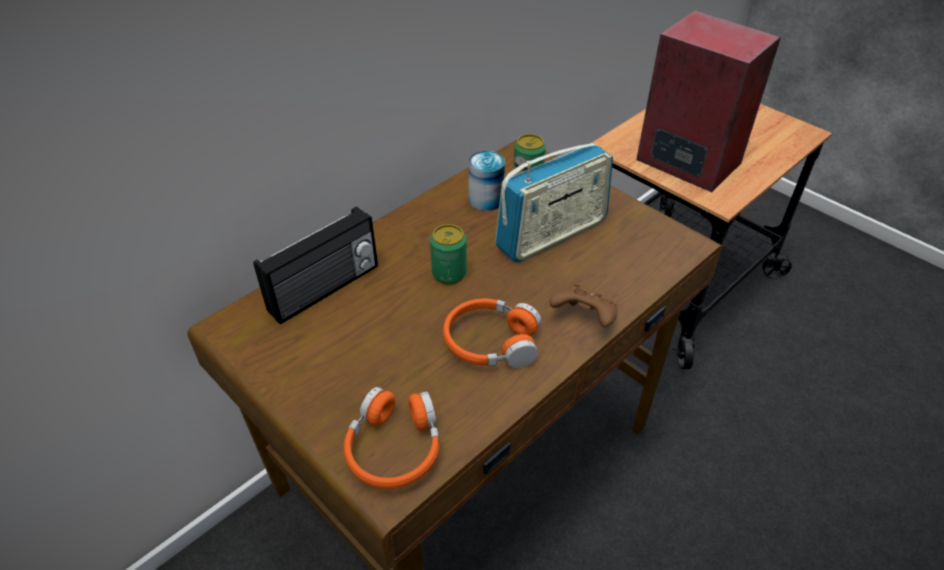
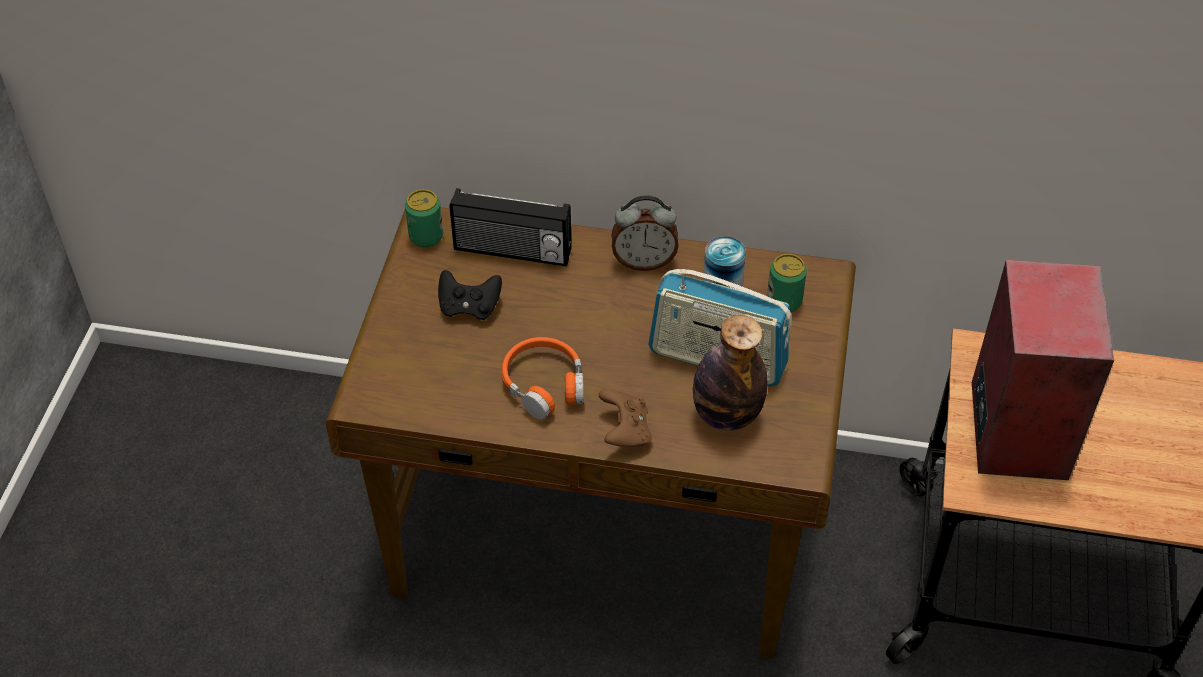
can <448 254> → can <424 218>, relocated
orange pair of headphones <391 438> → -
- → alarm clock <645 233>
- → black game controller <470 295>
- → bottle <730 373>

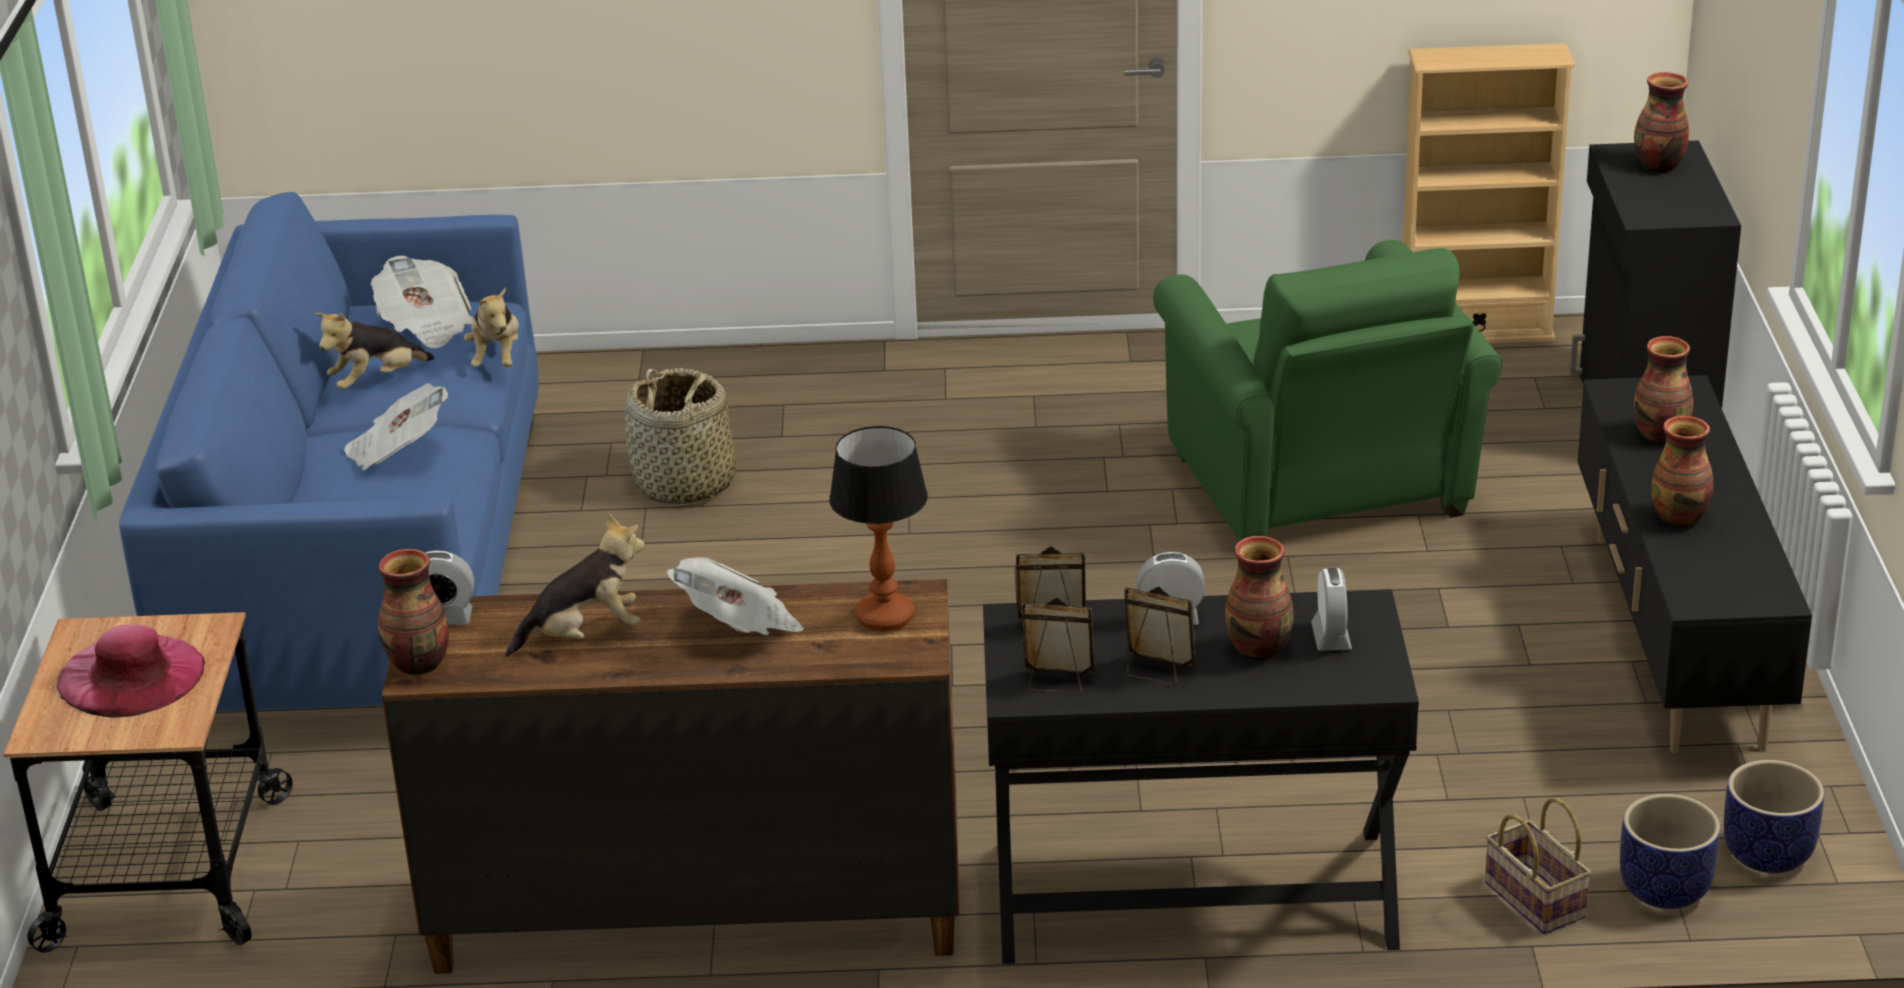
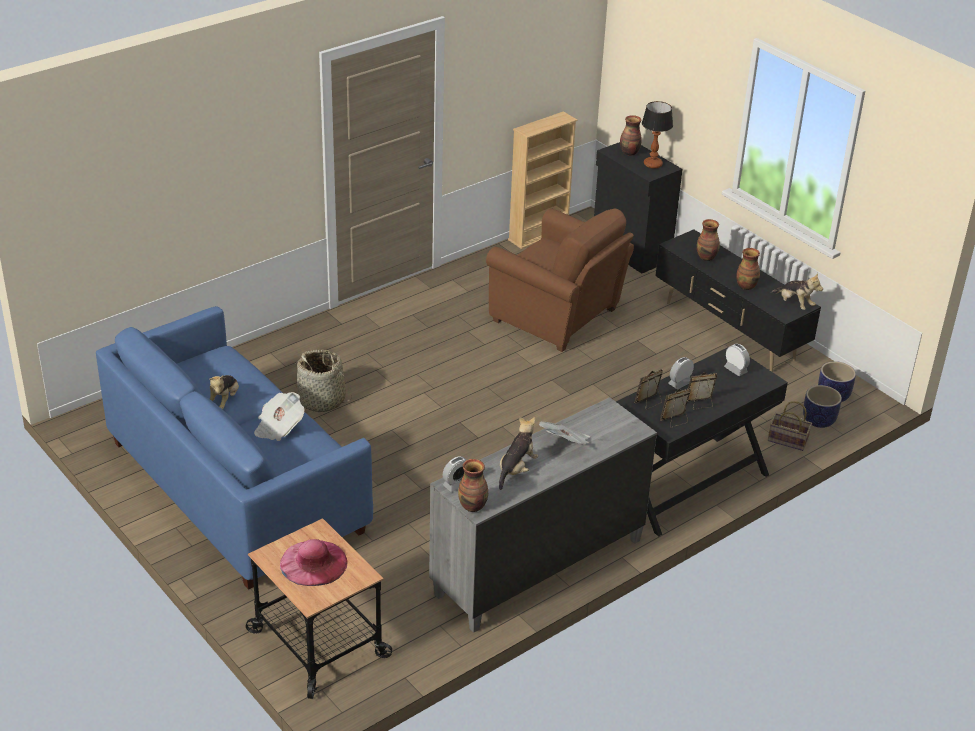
green armchair <1327 390> → brown-coloured armchair <560 280>
daily paper <422 301> → -
soft toy <491 327> → soft toy <796 291>, relocated
table lamp <878 528> → table lamp <657 134>, relocated
vase <1259 598> → -
brown-coloured drawer chest <670 776> → grey drawer chest <543 515>

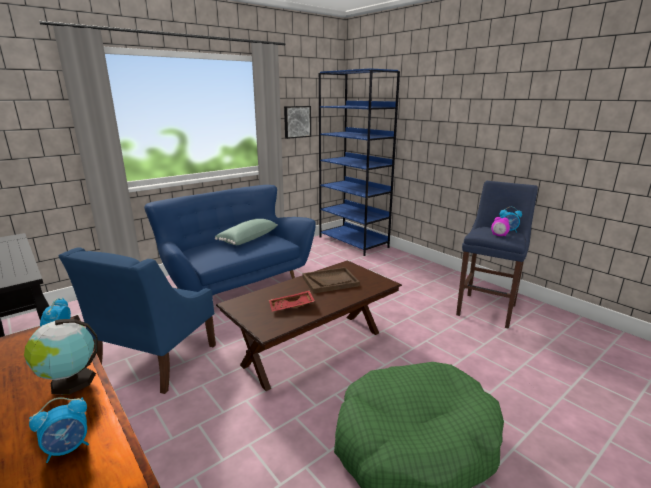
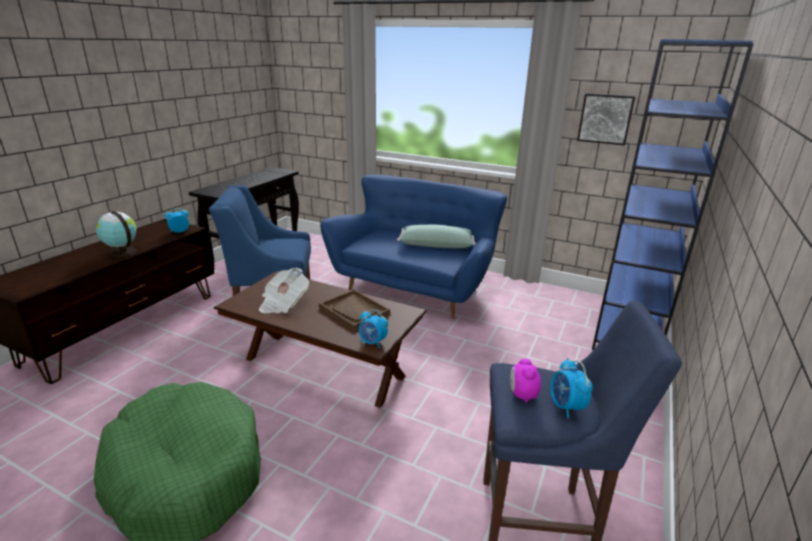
reddish tray <292 300> → daily paper <284 290>
alarm clock <59 430> → alarm clock <373 328>, relocated

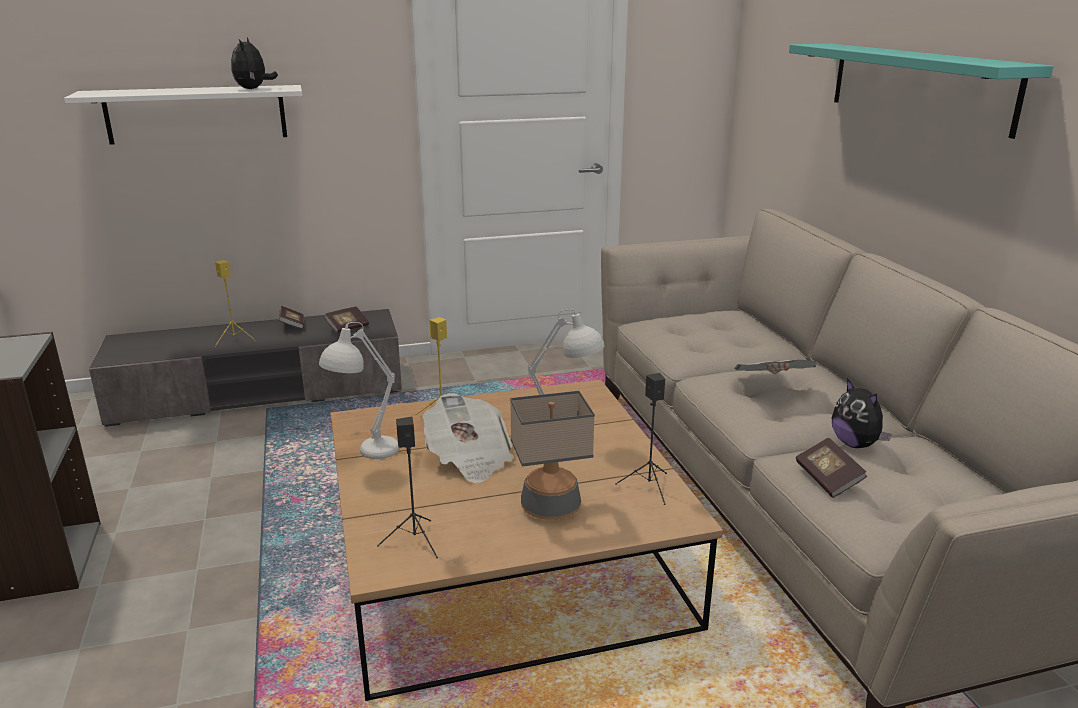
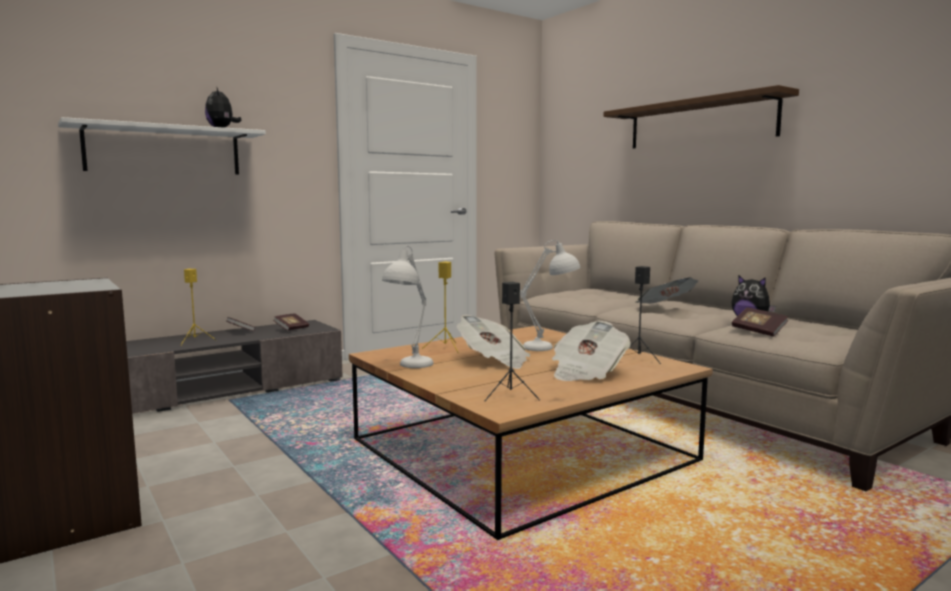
turquoise bracket shelf <921 91> → brown-coloured bracket shelf <701 117>
table lamp <552 455> → daily paper <591 351>

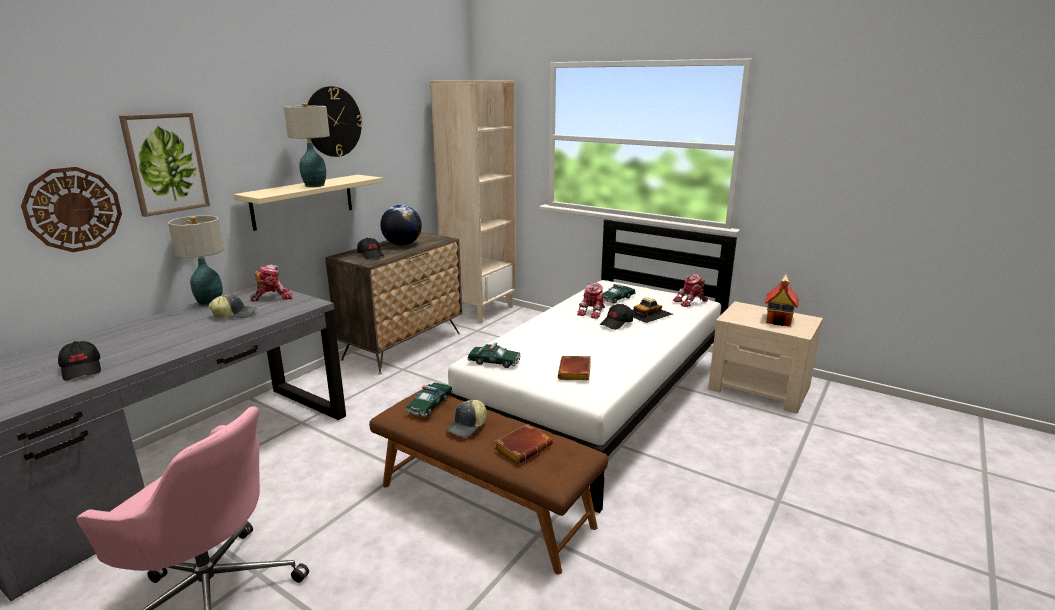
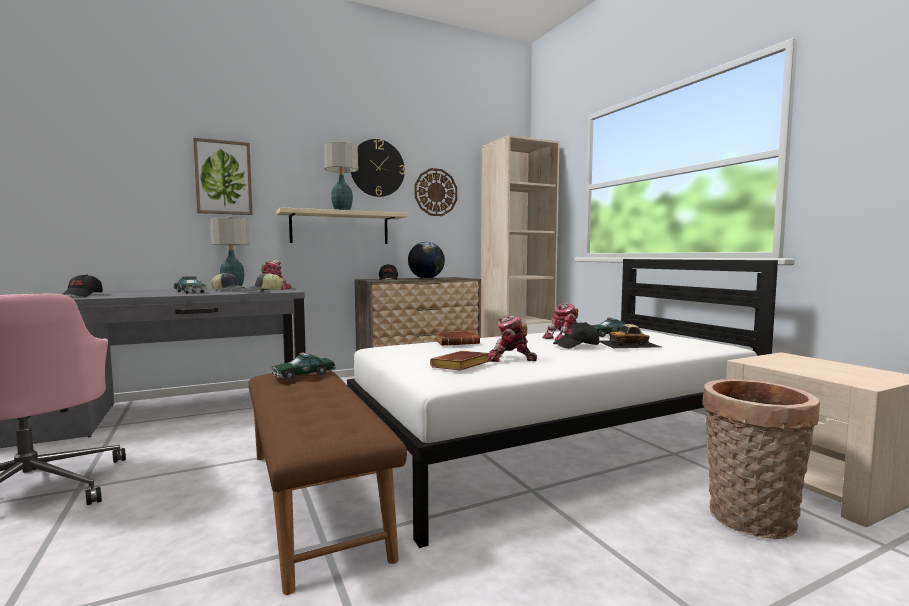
hanging clock <71 209> → hanging clock <436 192>, relocated
toy robot <690 290> → toy robot <512 338>, relocated
toy house <781 301> → -
miniature car <494 355> → miniature car <190 285>, relocated
baseball cap <466 418> → baseball cap <264 282>, relocated
brown-coloured bound book <523 444> → brown-coloured bound book <457 338>, relocated
- → household basket <761 459>

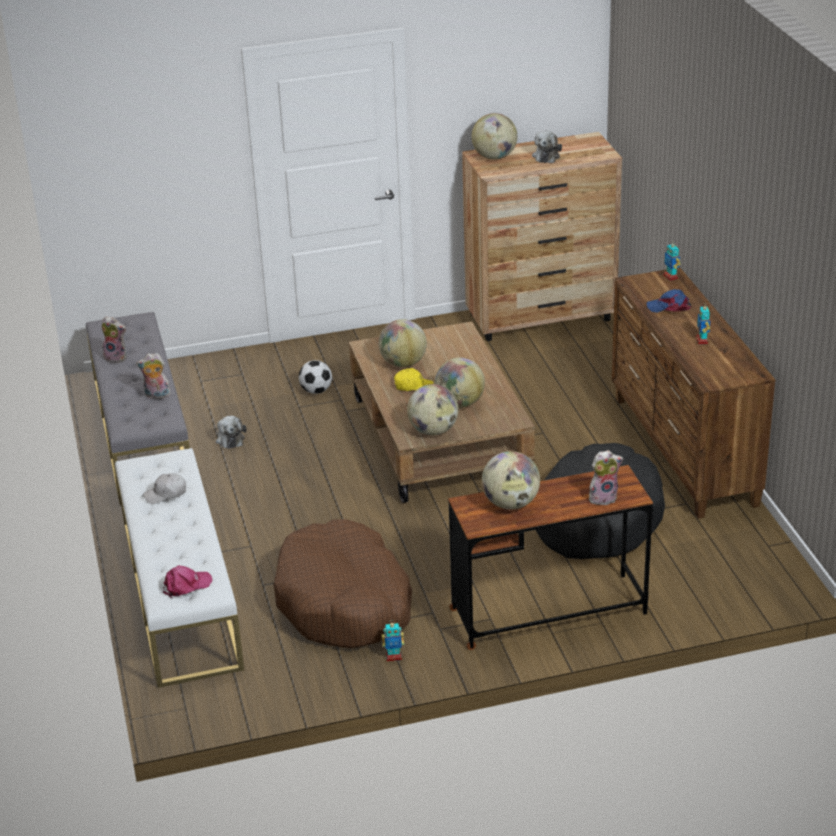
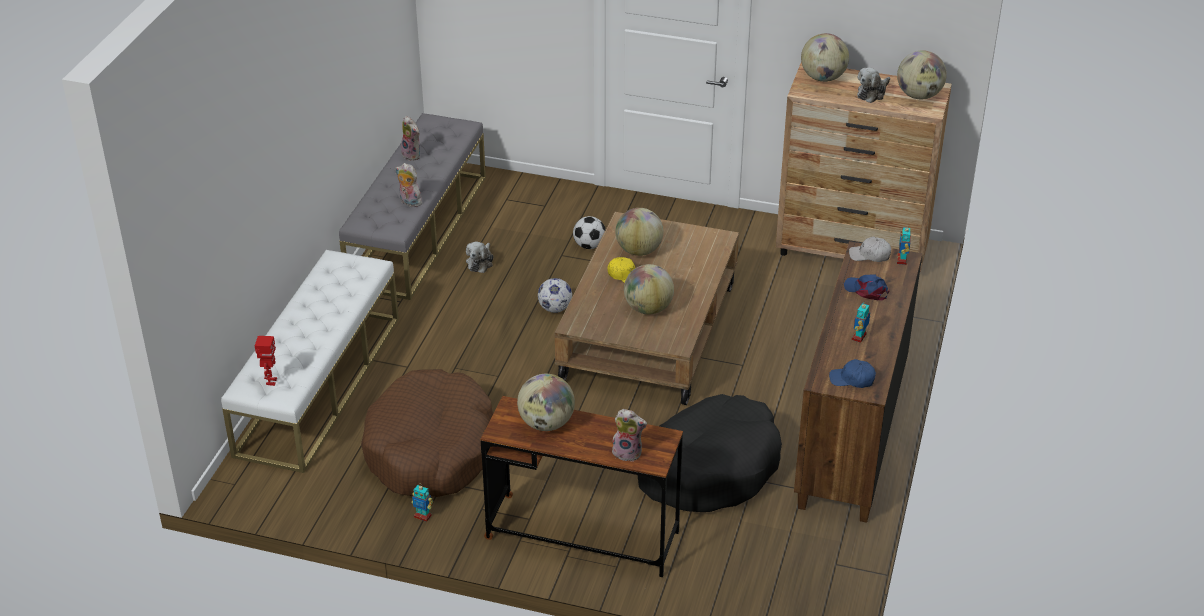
desk globe <432 409> → desk globe <922 74>, relocated
white-coloured baseball cap <164 488> → white-coloured baseball cap <870 249>, relocated
pink-coloured baseball cap <188 581> → toy robot <266 361>
- → ball for football <555 295>
- → bluish baseball cap <852 373>

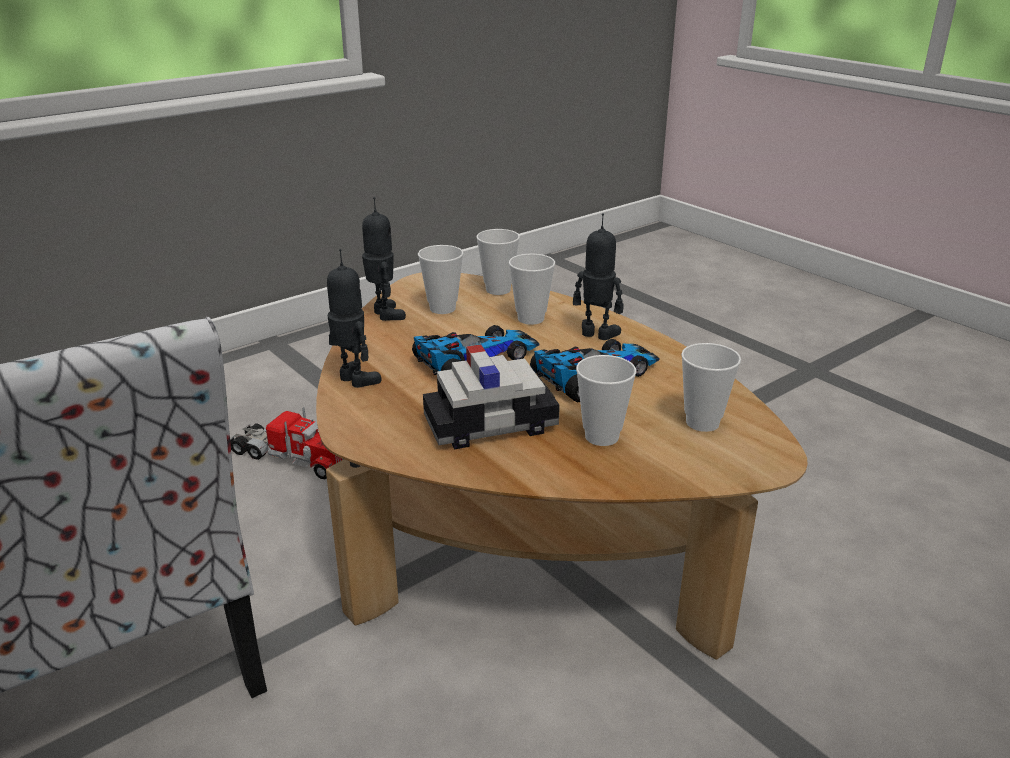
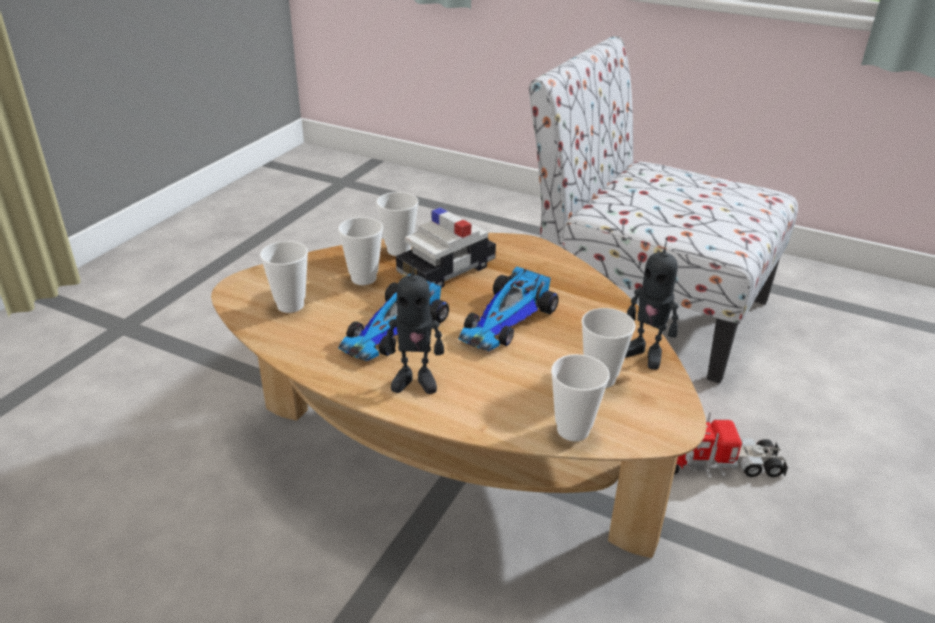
toy robot <354 318> → -
cup <532 289> → cup <397 224>, relocated

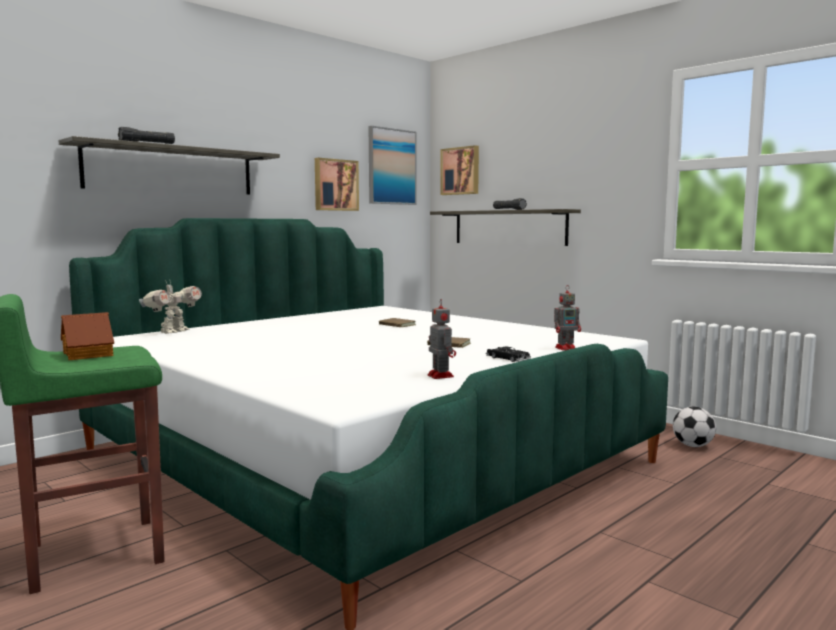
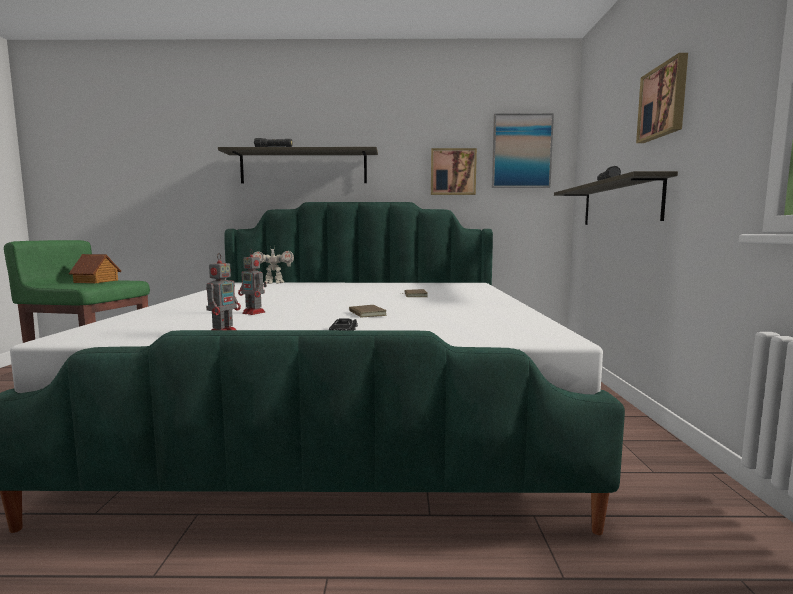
picture <459 170> → picture <662 98>, relocated
toy robot <567 318> → toy robot <252 282>, relocated
ball for football <694 426> → -

